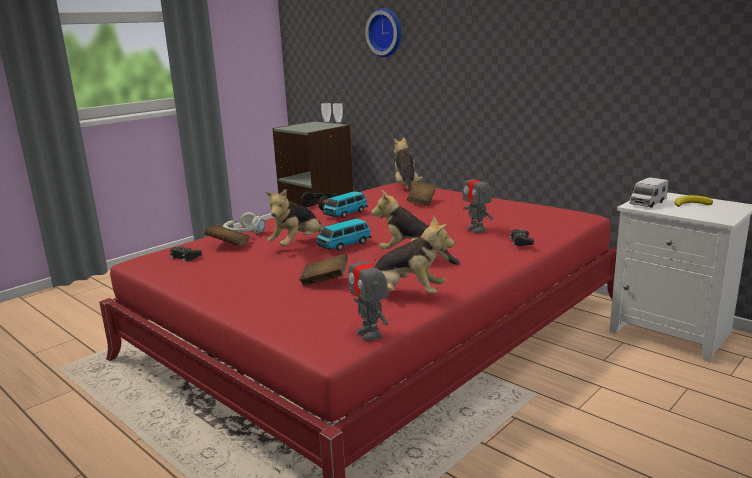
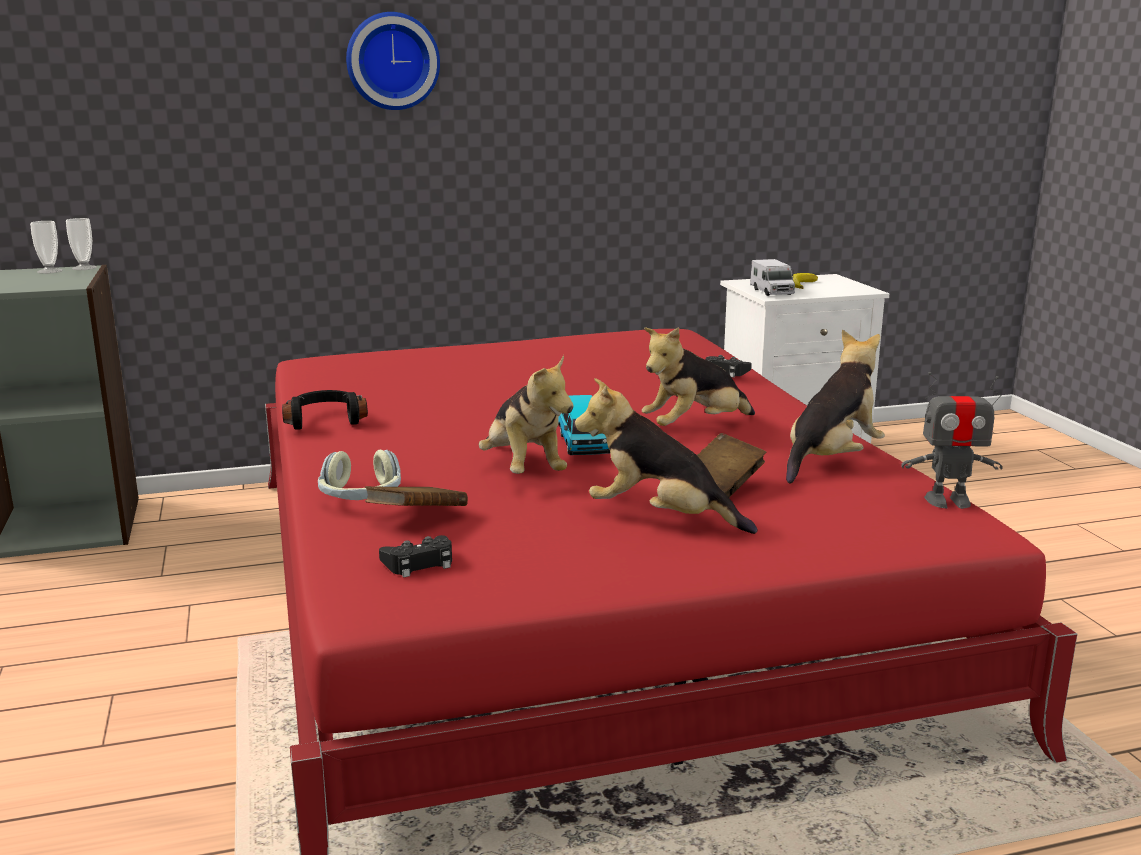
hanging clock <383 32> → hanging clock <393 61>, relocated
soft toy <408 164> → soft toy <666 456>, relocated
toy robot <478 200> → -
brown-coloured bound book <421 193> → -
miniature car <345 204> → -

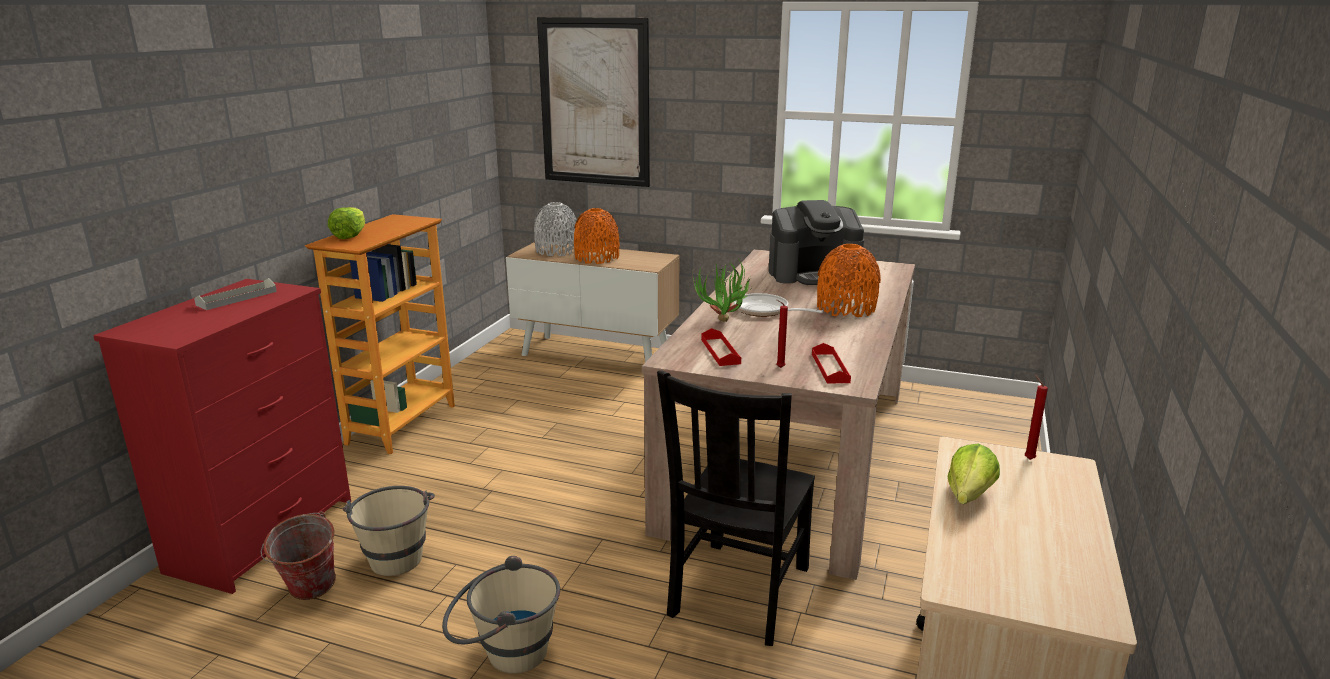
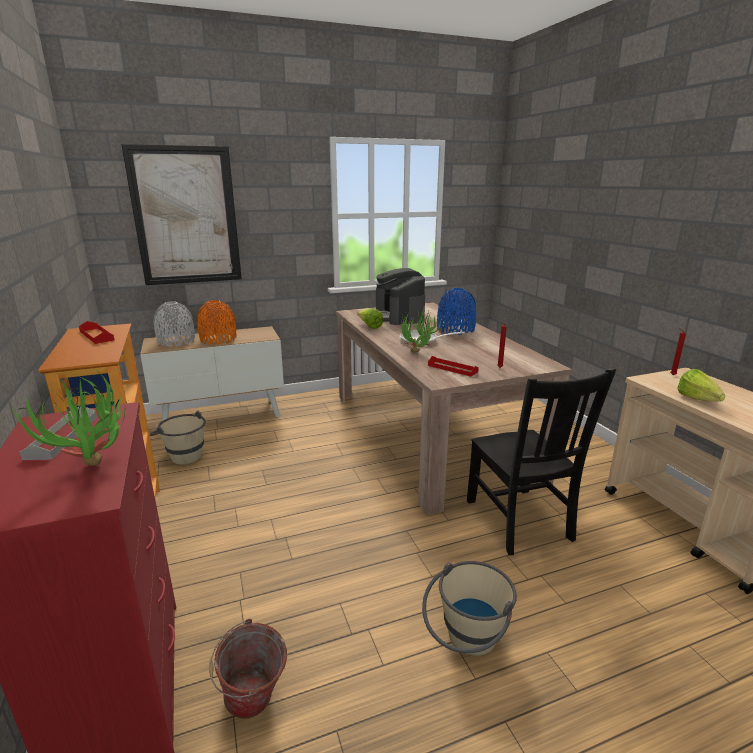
coffee machine <816 242> → coffee machine <400 296>, 120 degrees clockwise
head of lettuce <346 223> → head of lettuce <370 318>, relocated
orange vase <849 280> → bluish vase <456 311>
reddish tray <831 363> → reddish tray <97 332>, relocated
sand-coloured pail <389 531> → sand-coloured pail <177 438>, relocated
- → houseplant <68 417>

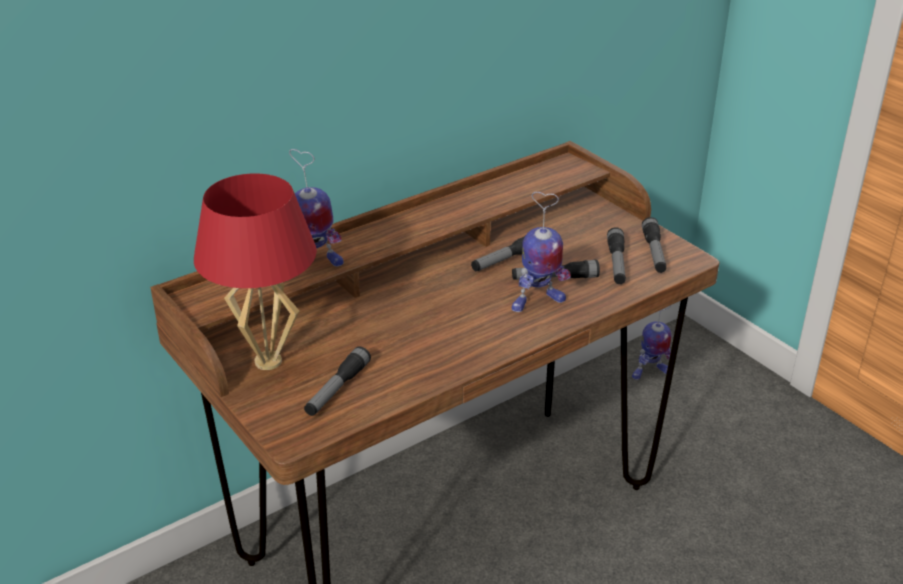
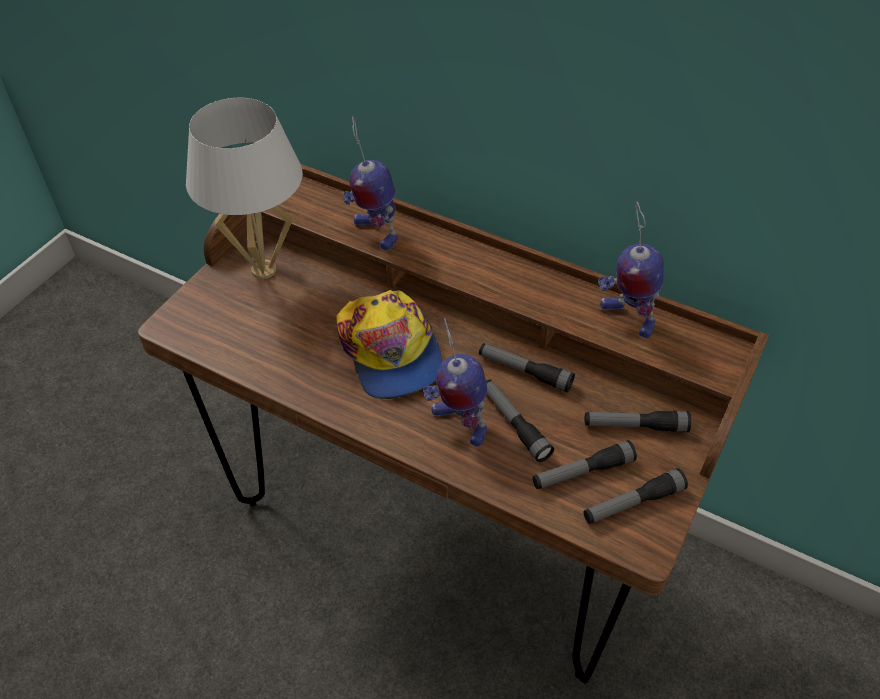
reddish table lamp <255 271> → white-coloured table lamp <244 188>
toy robot <652 342> → toy robot <631 269>, relocated
hand torch <337 381> → hand torch <637 421>, relocated
- → baseball cap <389 344>

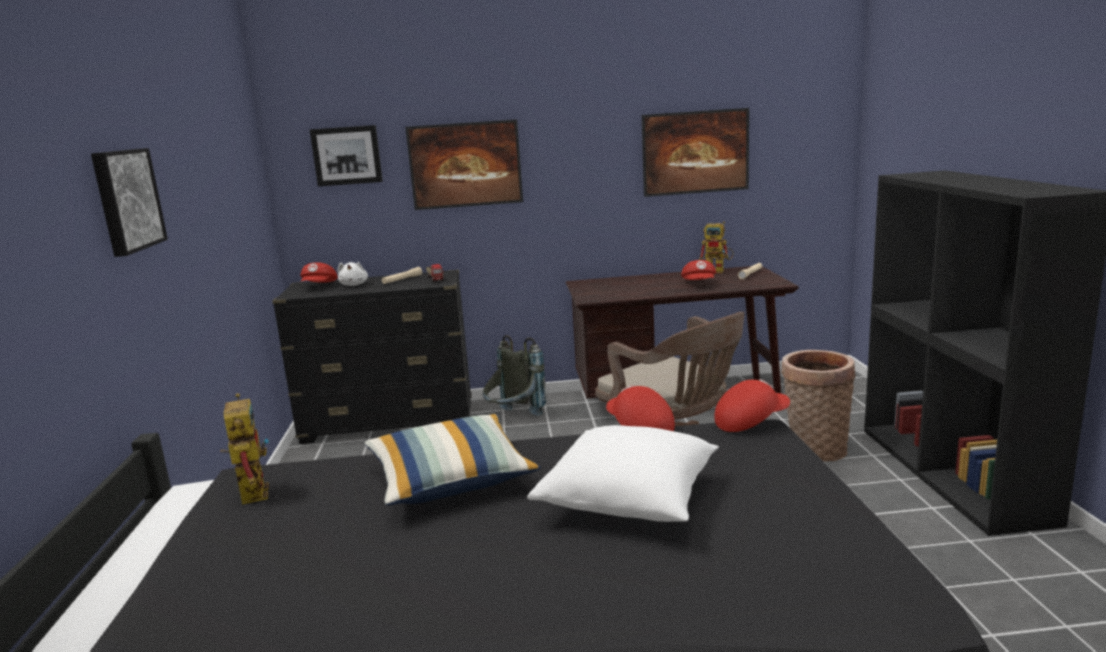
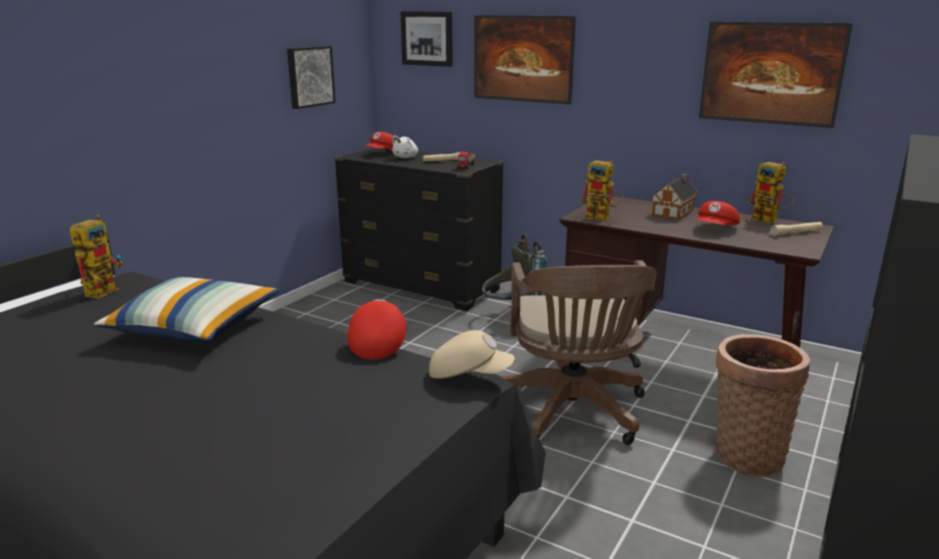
picture <129 202> → picture <311 77>, relocated
reddish baseball cap <752 405> → sand-coloured baseball cap <472 354>
white-coloured cushion <623 473> → -
- → toy robot <601 190>
- → toy house <675 196>

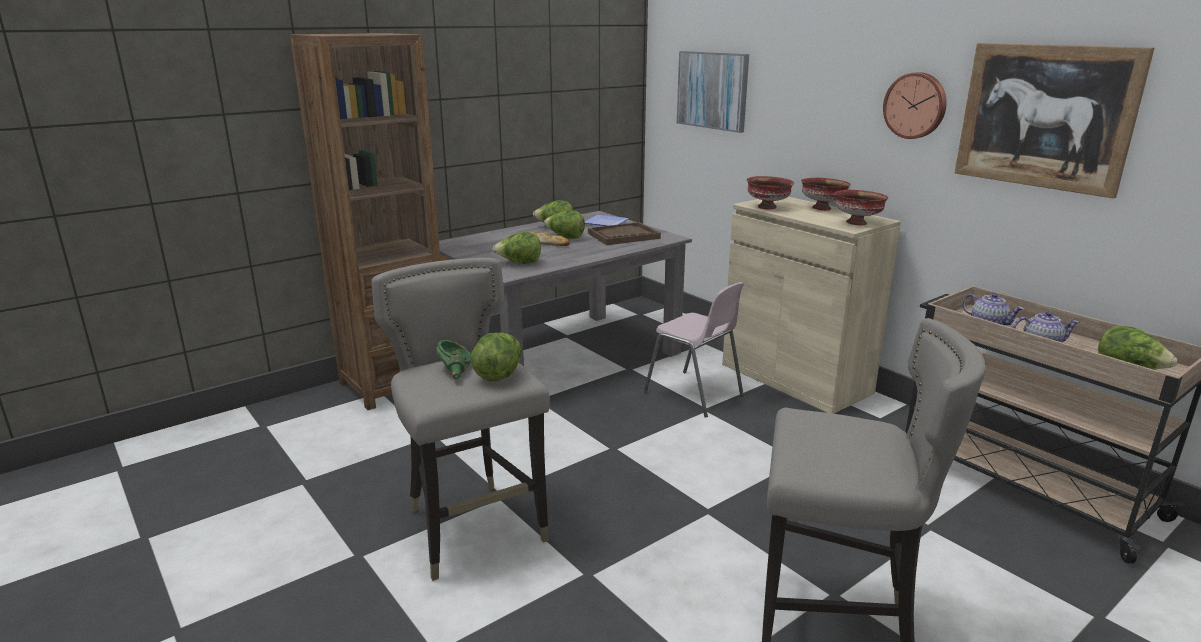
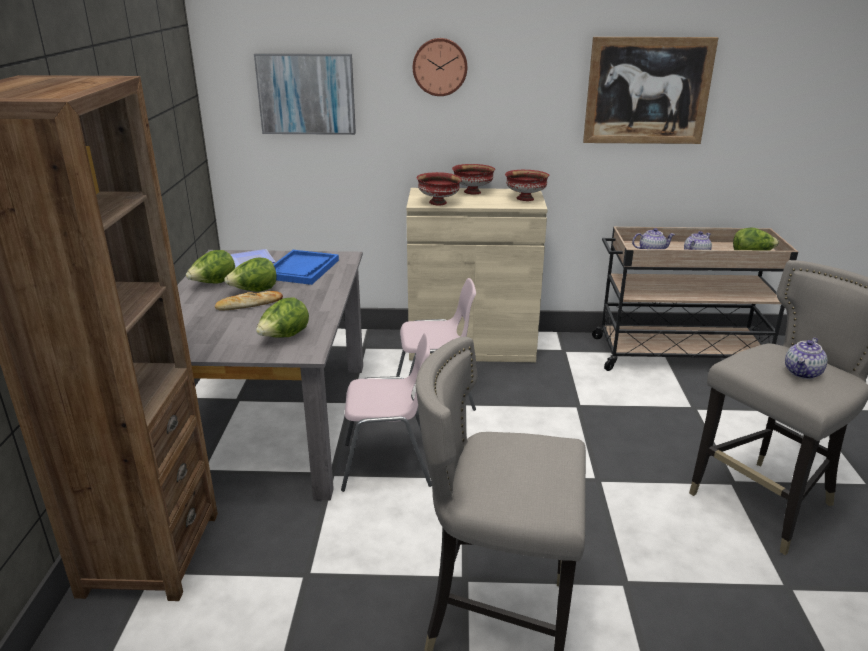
hanging clock <915 105> → hanging clock <440 67>, relocated
brown-coloured tray <624 233> → bluish tray <306 267>
head of lettuce <496 356> → -
green deep dish <453 359> → -
- → pink-coloured upright chair <386 412>
- → tea pot <806 358>

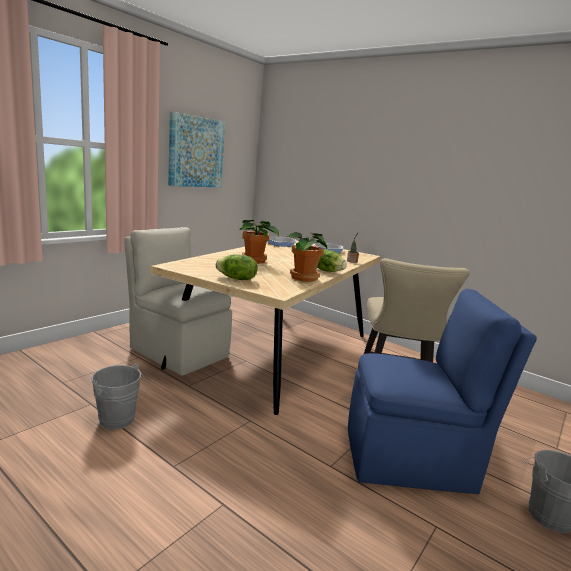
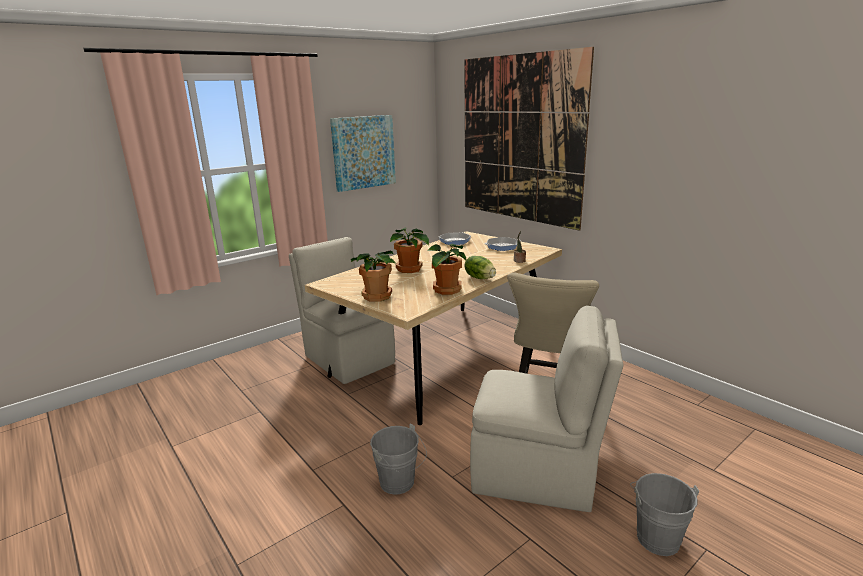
head of lettuce <237 267> → houseplant <373 276>
bluish upright chair <442 391> → sand-coloured upright chair <546 409>
grey pail <119 396> → grey pail <398 459>, relocated
- → picture <529 139>

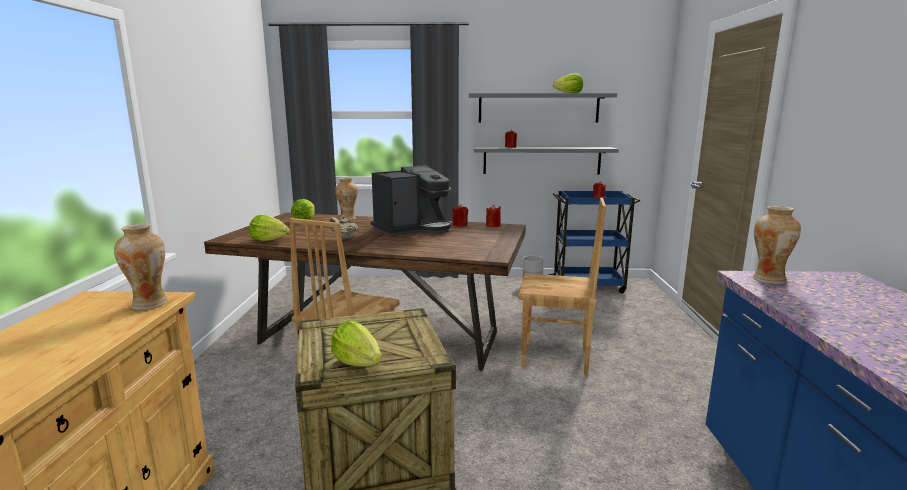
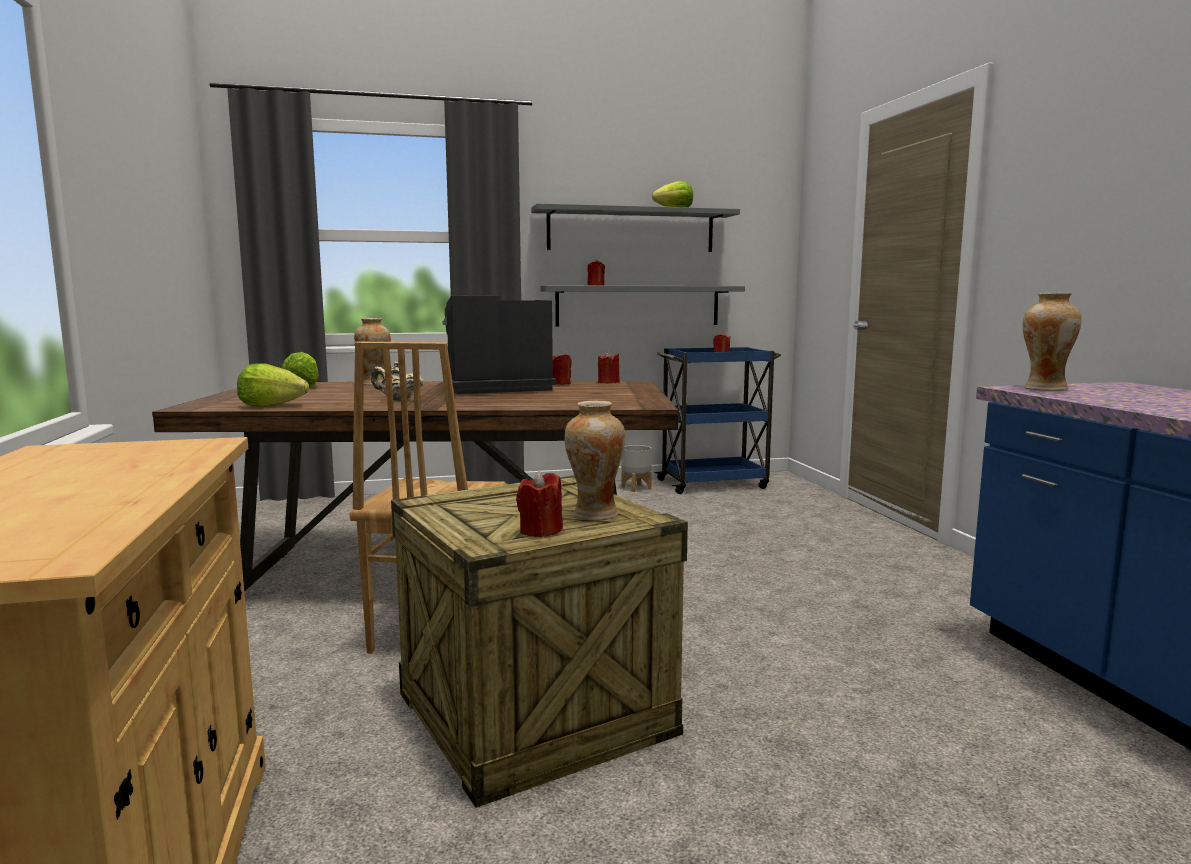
coffee machine <411 200> → coffee machine <499 344>, 150 degrees counterclockwise
brown-coloured upright chair <562 286> → -
vase <141 267> → vase <595 461>, relocated
head of lettuce <356 344> → reddish wax candle <539 504>

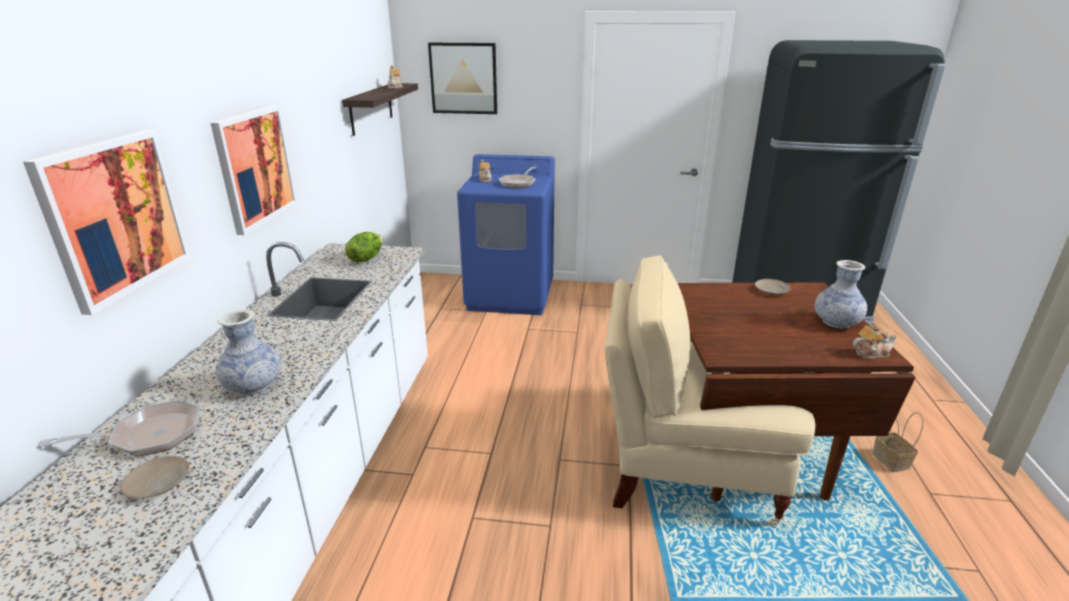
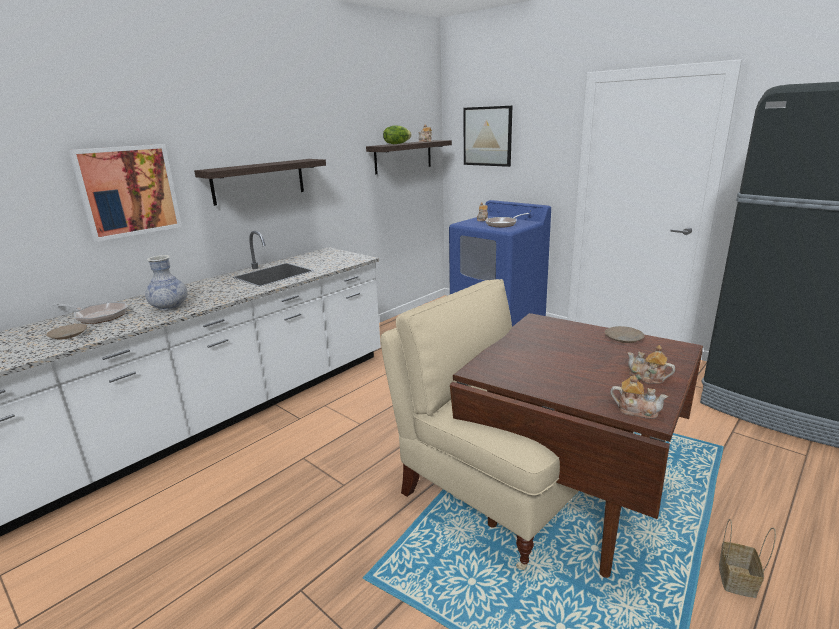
picture <254 170> → bracket shelf <260 182>
head of lettuce <364 247> → head of lettuce <397 134>, relocated
vase <841 294> → tea pot <651 364>

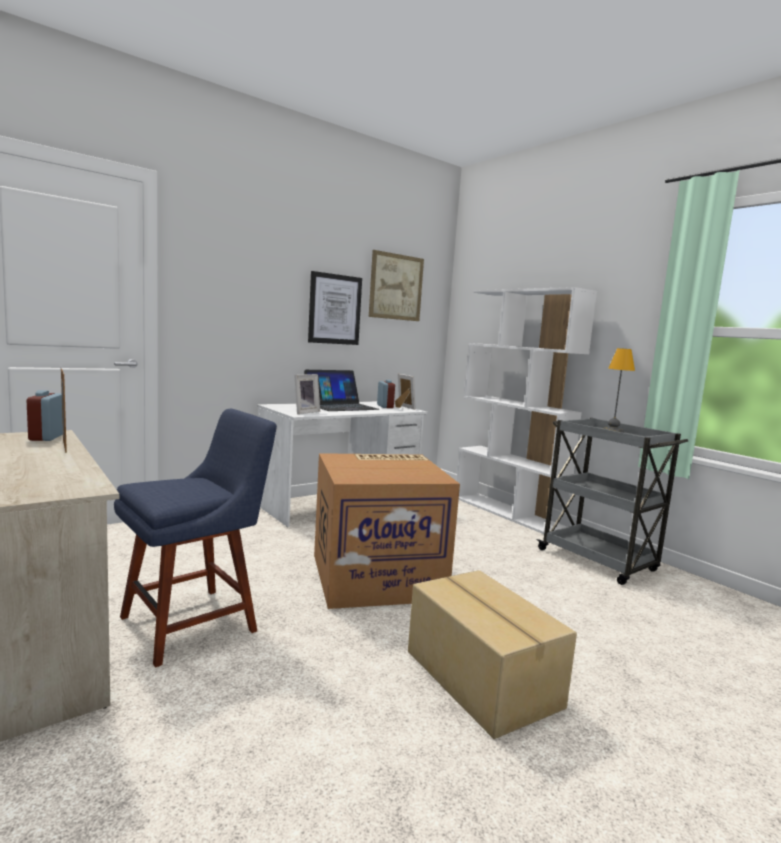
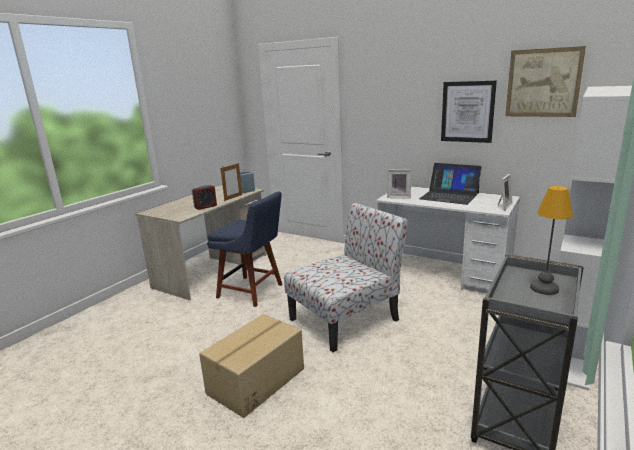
alarm clock <386 394> → alarm clock <204 197>, relocated
carton <387 531> → upright chair <346 277>

